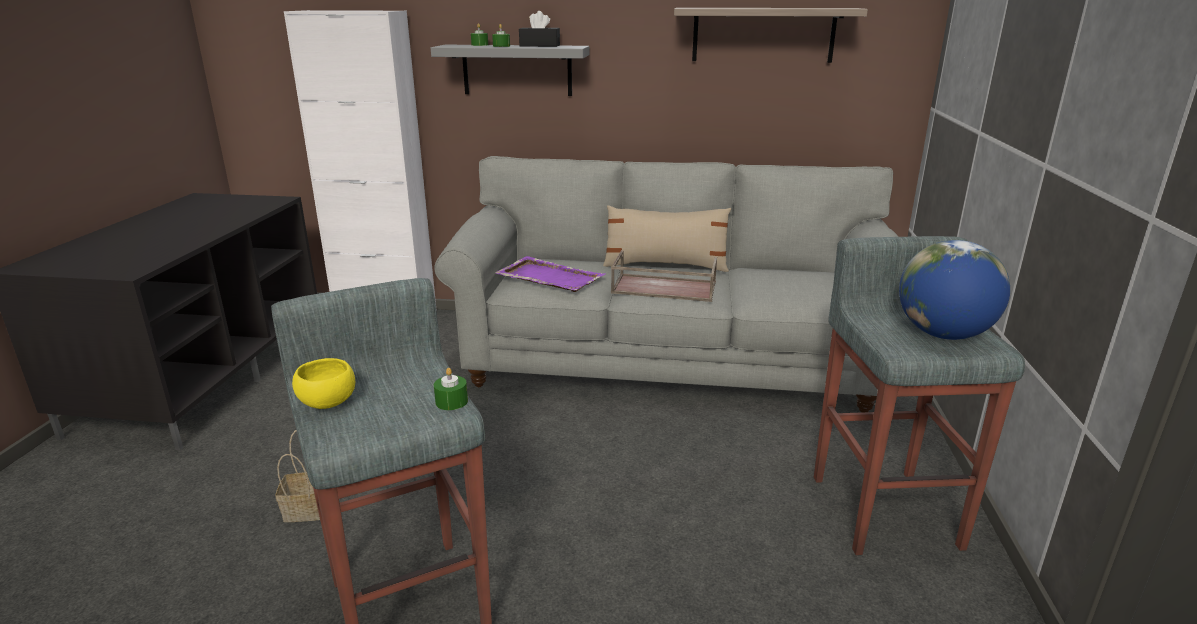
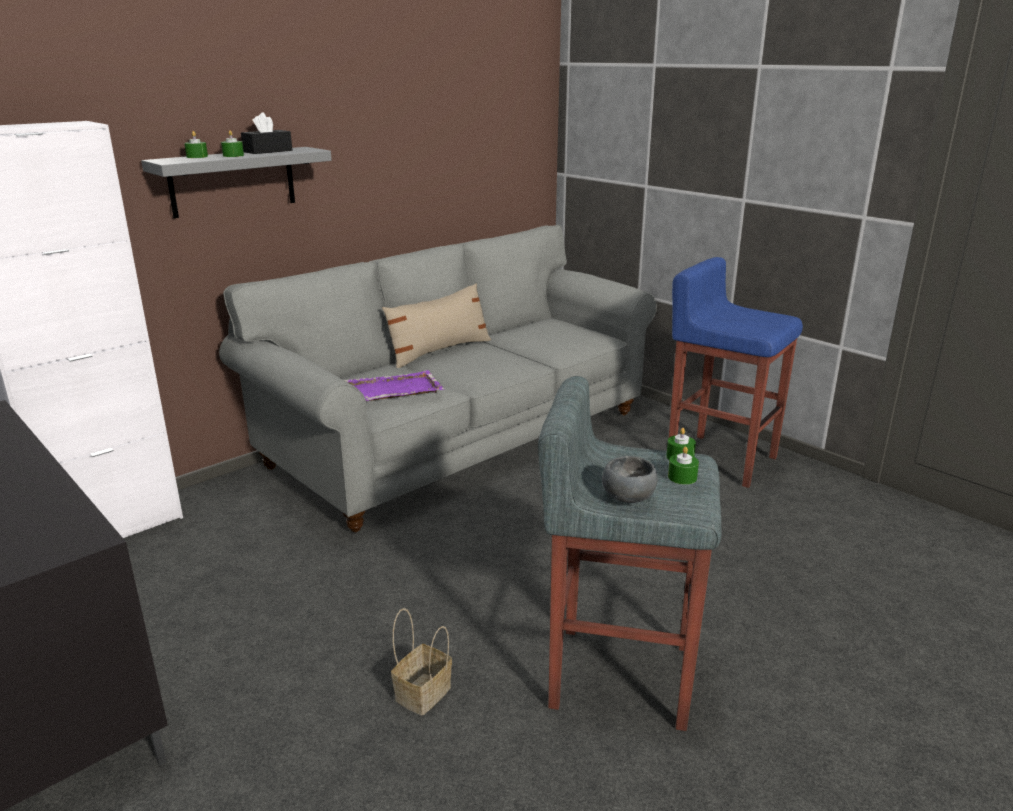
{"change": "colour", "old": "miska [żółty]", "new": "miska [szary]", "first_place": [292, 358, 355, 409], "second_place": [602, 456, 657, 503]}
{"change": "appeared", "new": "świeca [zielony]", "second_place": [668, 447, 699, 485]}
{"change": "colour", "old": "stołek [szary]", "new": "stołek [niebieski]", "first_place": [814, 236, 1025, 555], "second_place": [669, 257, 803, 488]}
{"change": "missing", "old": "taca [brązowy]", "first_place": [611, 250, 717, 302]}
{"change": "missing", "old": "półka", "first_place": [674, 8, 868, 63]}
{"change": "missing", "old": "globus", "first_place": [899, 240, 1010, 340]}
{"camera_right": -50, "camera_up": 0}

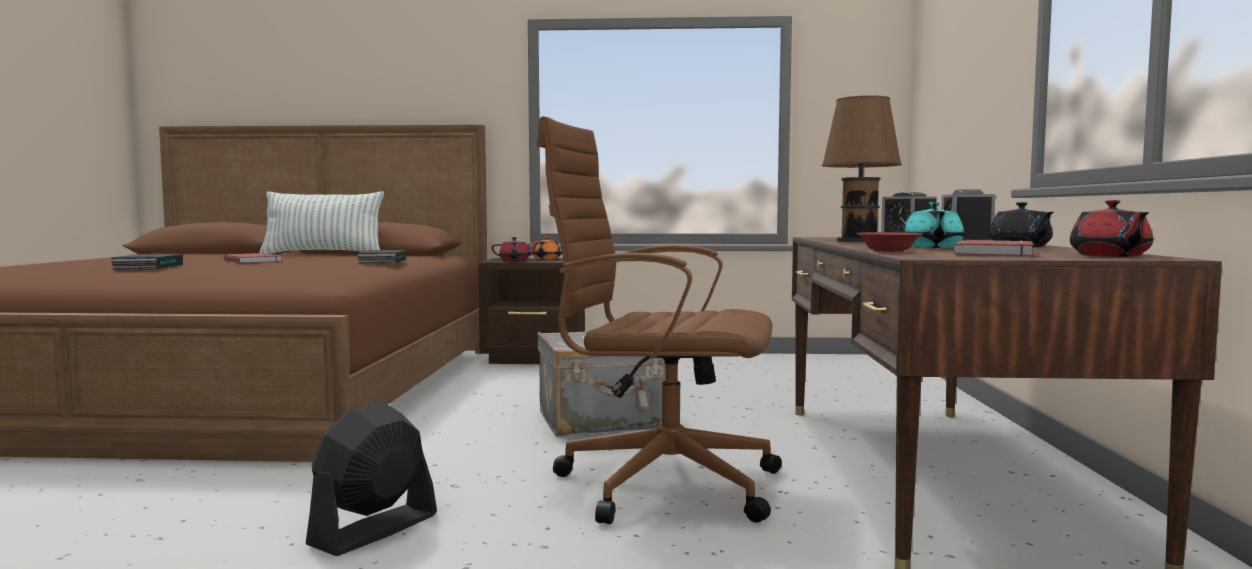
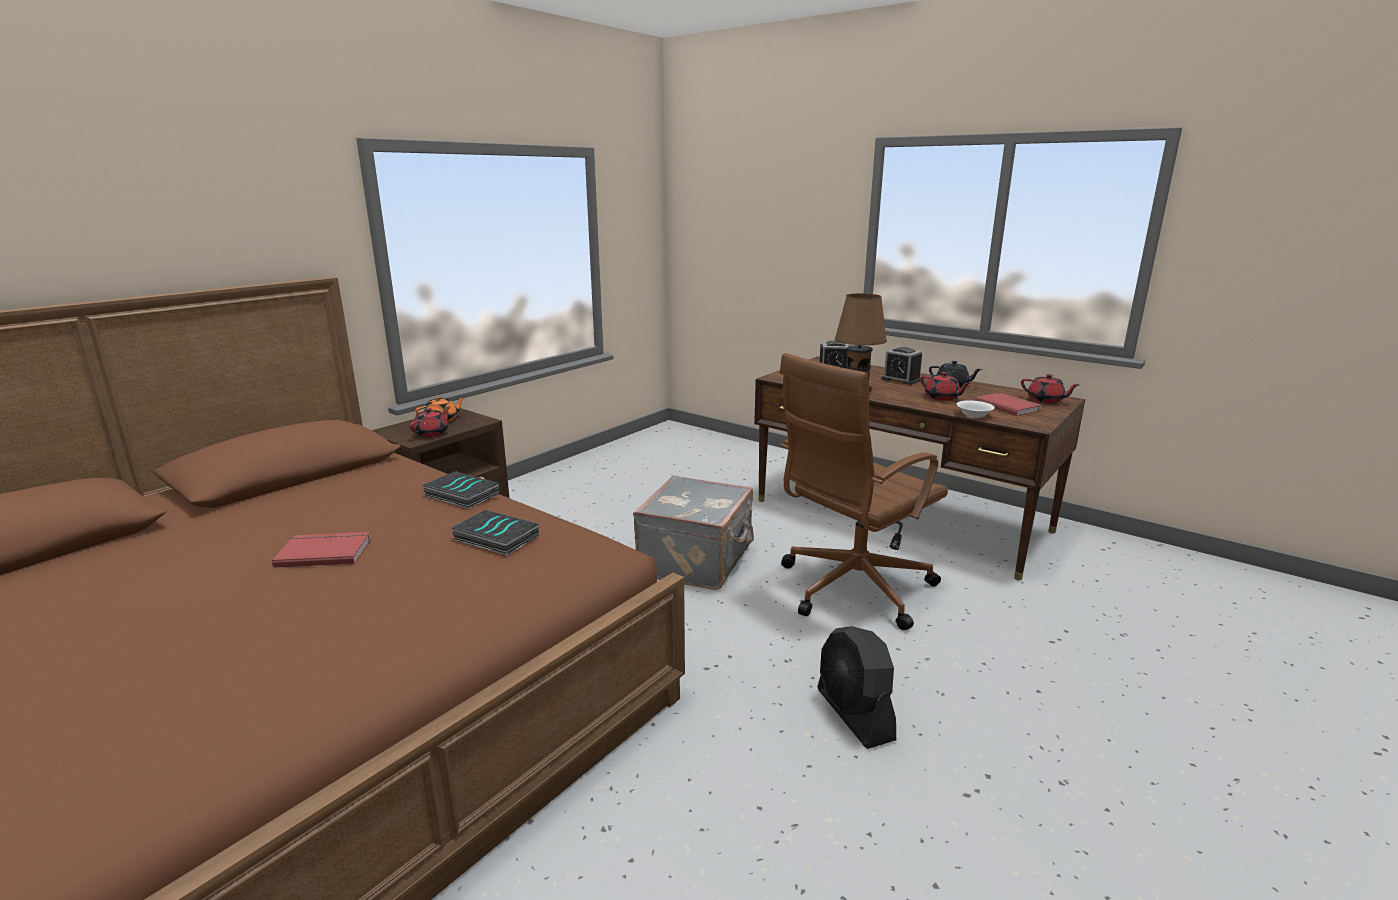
{"change": "relocated", "old": "książka", "first_place": [111, 254, 183, 270], "second_place": [451, 510, 539, 555]}
{"change": "colour", "old": "imbryk [turkusowy]", "new": "imbryk [czerwony]", "first_place": [903, 202, 964, 248], "second_place": [920, 372, 971, 401]}
{"change": "colour", "old": "miska [czerwony]", "new": "miska [biały]", "first_place": [857, 232, 923, 252], "second_place": [957, 400, 995, 418]}
{"change": "missing", "old": "poduszka", "first_place": [260, 191, 384, 254]}
{"camera_right": -55, "camera_up": 15}

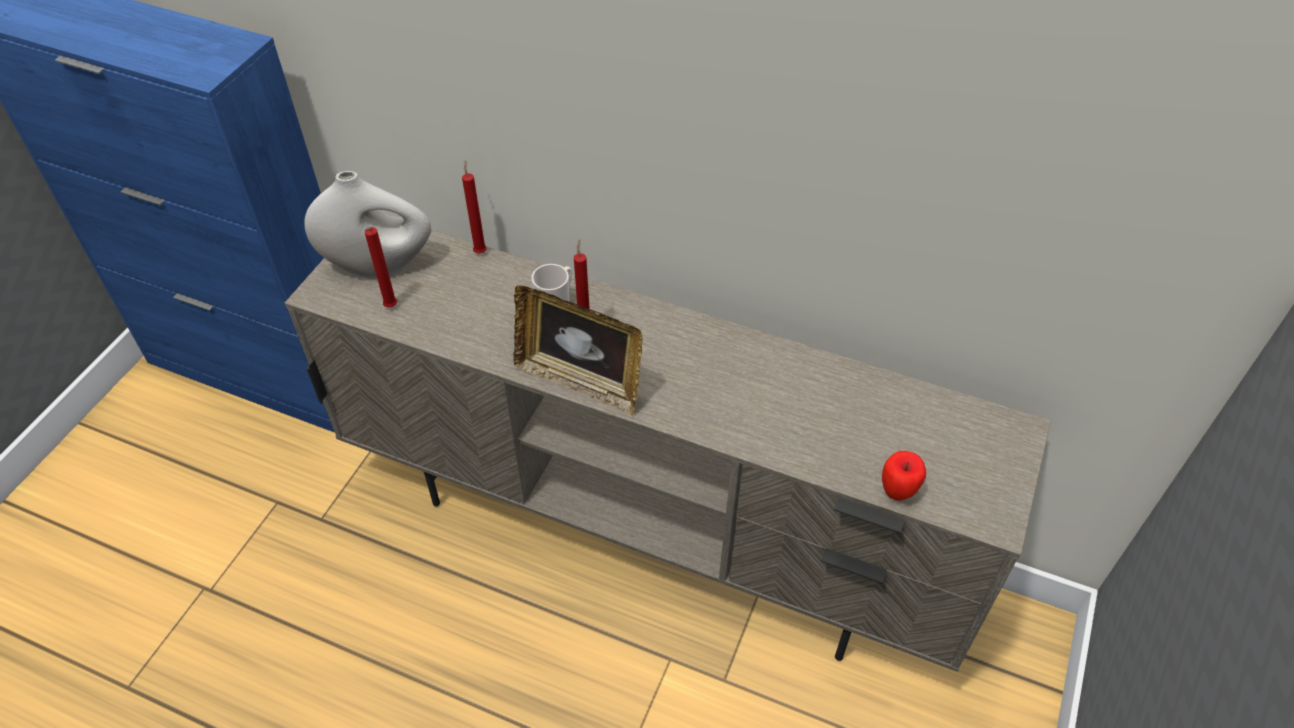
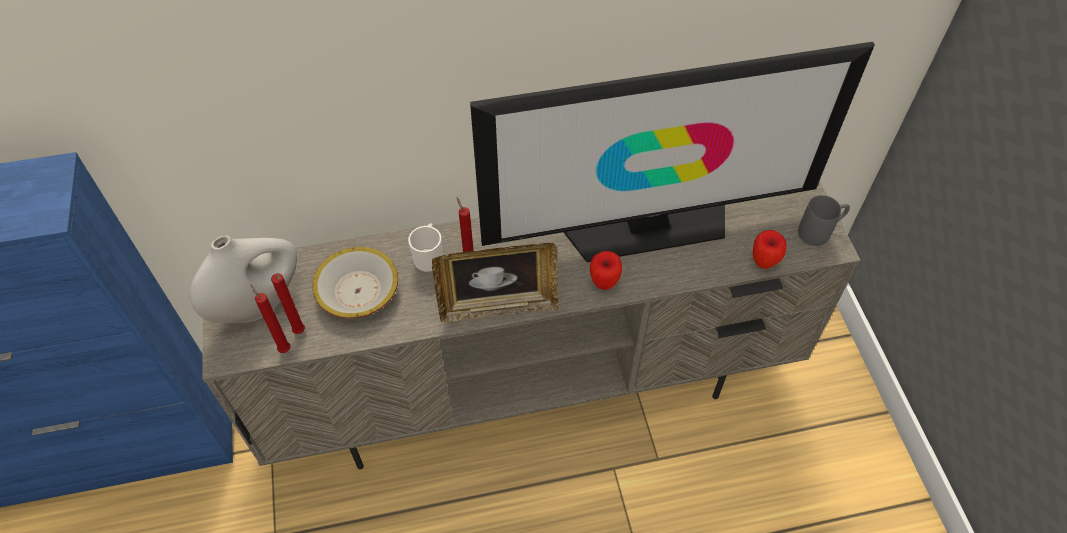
{"change": "relocated", "old": "świeca [czerwony]", "first_place": [462, 160, 487, 253], "second_place": [250, 284, 291, 353]}
{"change": "appeared", "new": "miska", "second_place": [312, 247, 398, 319]}
{"change": "appeared", "new": "telewizor", "second_place": [470, 42, 875, 262]}
{"change": "appeared", "new": "jabłko", "second_place": [590, 251, 622, 290]}
{"change": "appeared", "new": "kubek [szary]", "second_place": [798, 195, 850, 246]}
{"camera_right": -35, "camera_up": 5}

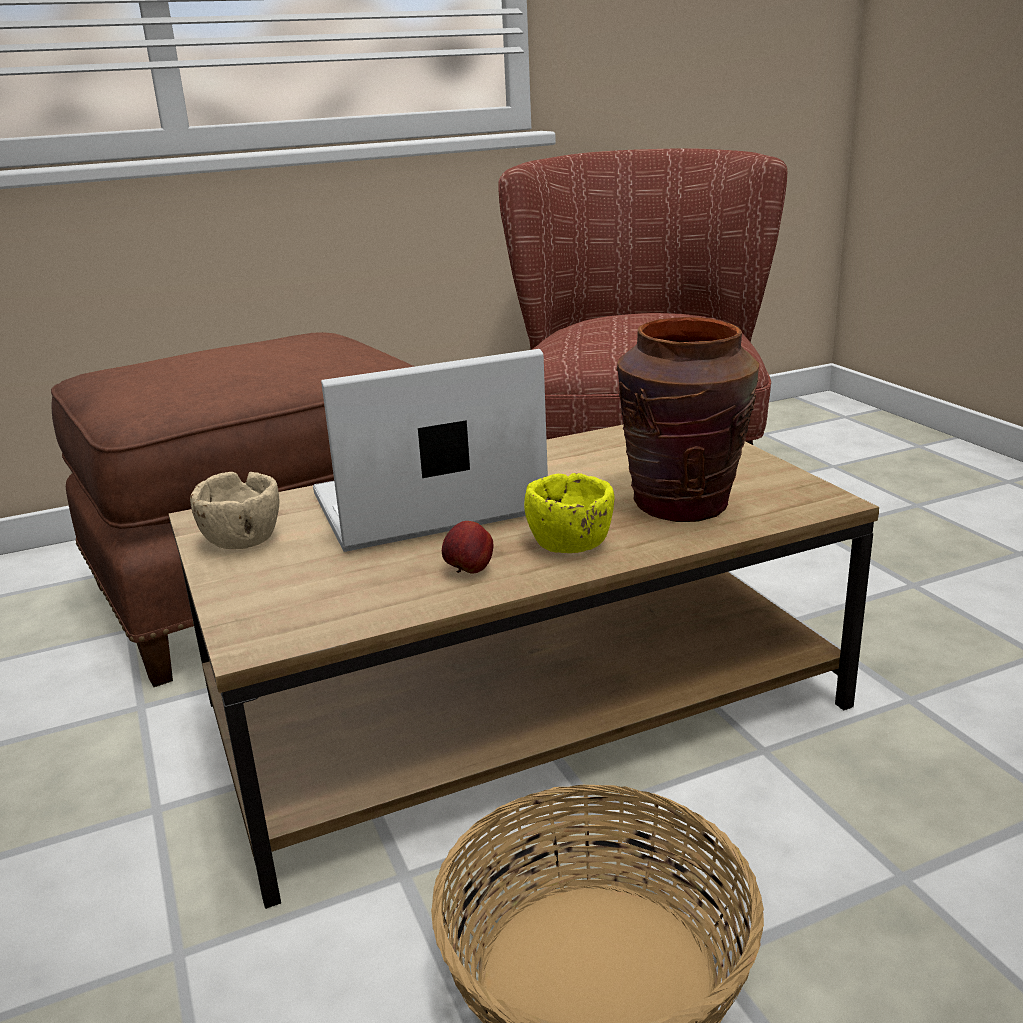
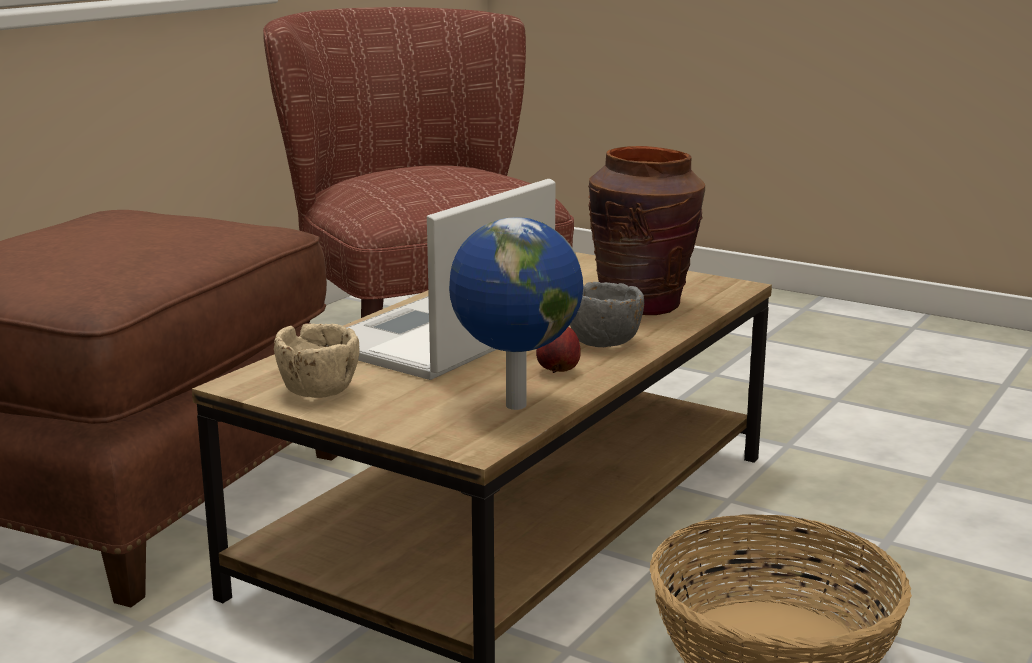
{"change": "appeared", "new": "globus", "second_place": [449, 217, 583, 410]}
{"change": "colour", "old": "miska [żółty]", "new": "miska [szary]", "first_place": [524, 473, 614, 553], "second_place": [570, 282, 644, 347]}
{"camera_right": -35, "camera_up": -5}

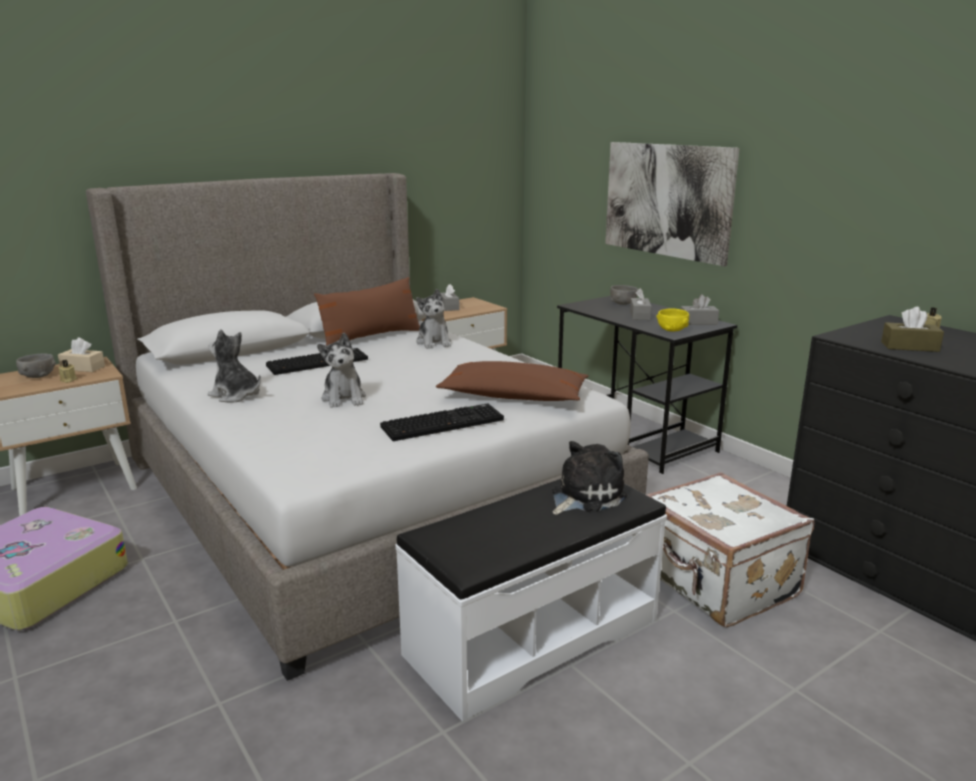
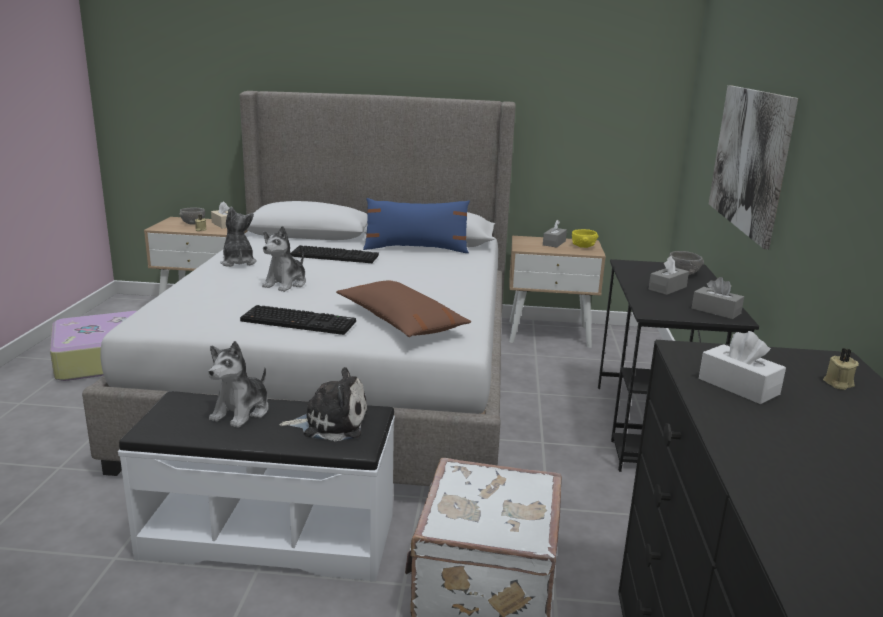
{"change": "relocated", "old": "pluszak", "first_place": [416, 289, 451, 349], "second_place": [208, 341, 269, 428]}
{"change": "colour", "old": "poduszka [brązowy]", "new": "poduszka [niebieski]", "first_place": [314, 277, 420, 345], "second_place": [363, 198, 470, 253]}
{"change": "relocated", "old": "miska [żółty]", "first_place": [657, 309, 689, 332], "second_place": [572, 229, 598, 248]}
{"change": "colour", "old": "pudełko chusteczek [brązowy]", "new": "pudełko chusteczek [biały]", "first_place": [881, 307, 944, 352], "second_place": [699, 331, 786, 404]}
{"camera_right": 40, "camera_up": 0}

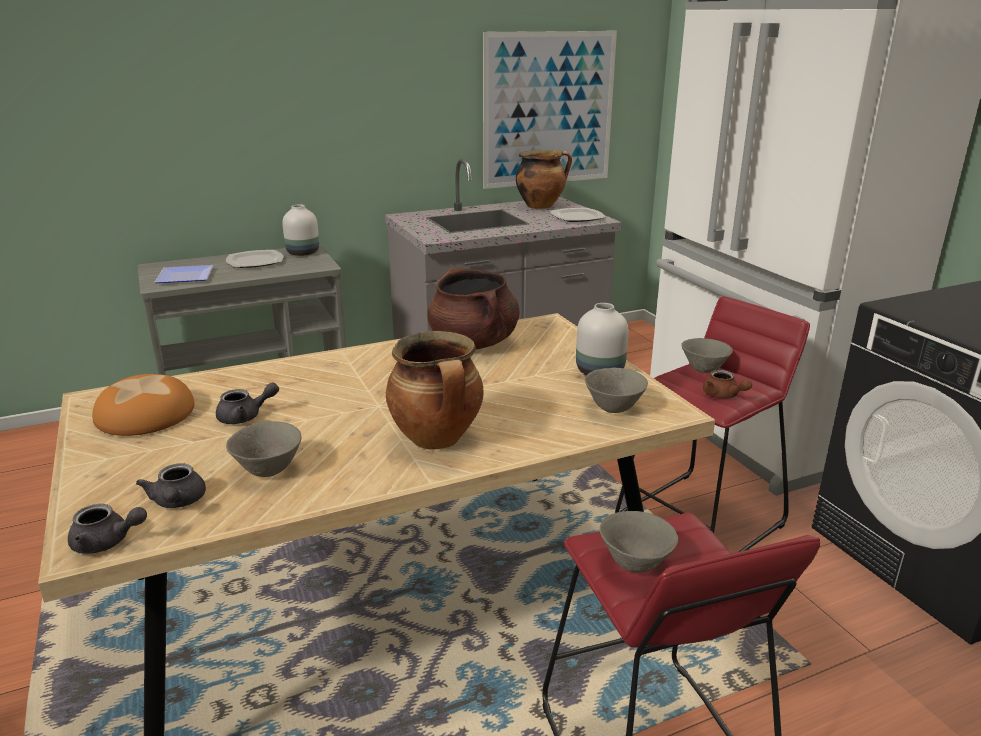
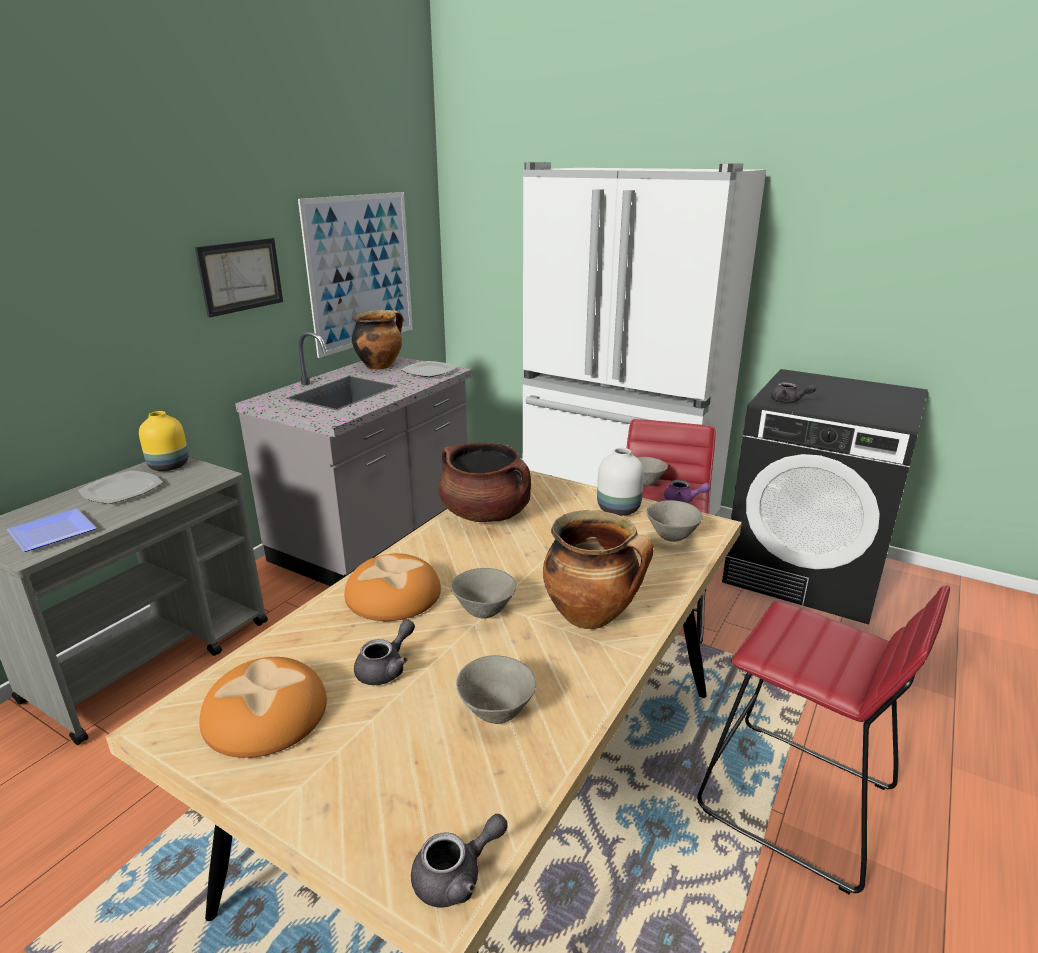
{"change": "colour", "old": "wazon [biały]", "new": "wazon [żółty]", "first_place": [282, 204, 319, 256], "second_place": [139, 411, 188, 471]}
{"change": "appeared", "new": "obraz", "second_place": [195, 238, 283, 317]}
{"change": "appeared", "new": "chleb", "second_place": [344, 553, 441, 621]}
{"change": "relocated", "old": "miska [szary]", "first_place": [600, 511, 678, 573], "second_place": [451, 568, 516, 619]}
{"change": "colour", "old": "imbryk [brązowy]", "new": "imbryk [fioletowy]", "first_place": [703, 370, 752, 399], "second_place": [664, 480, 711, 503]}
{"change": "relocated", "old": "imbryk [szary]", "first_place": [136, 463, 206, 508], "second_place": [771, 382, 816, 403]}
{"camera_right": -35, "camera_up": 0}

